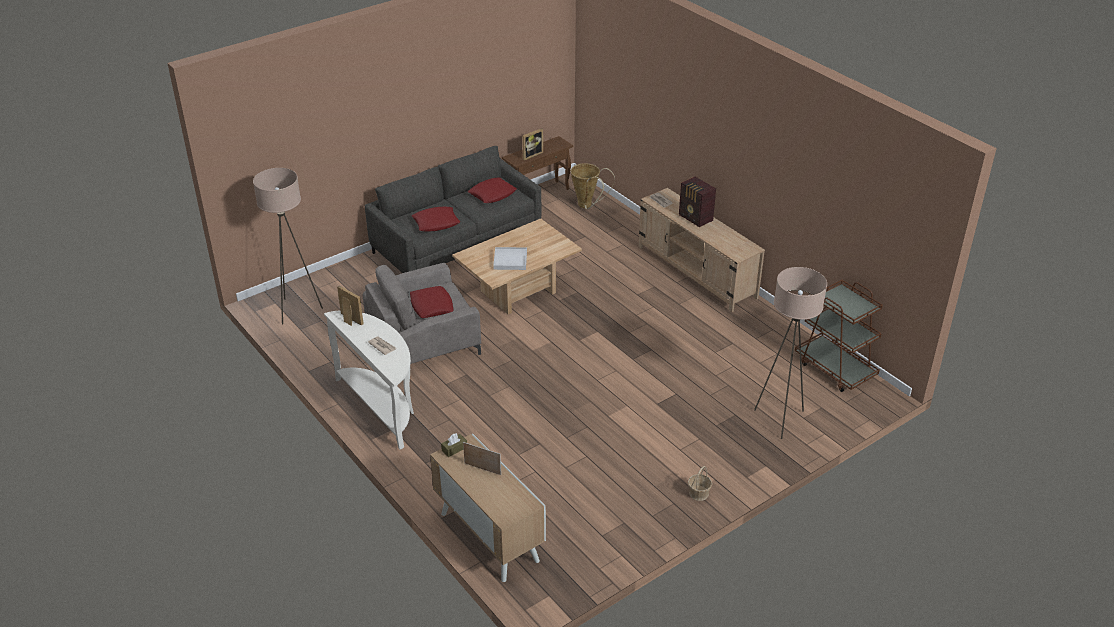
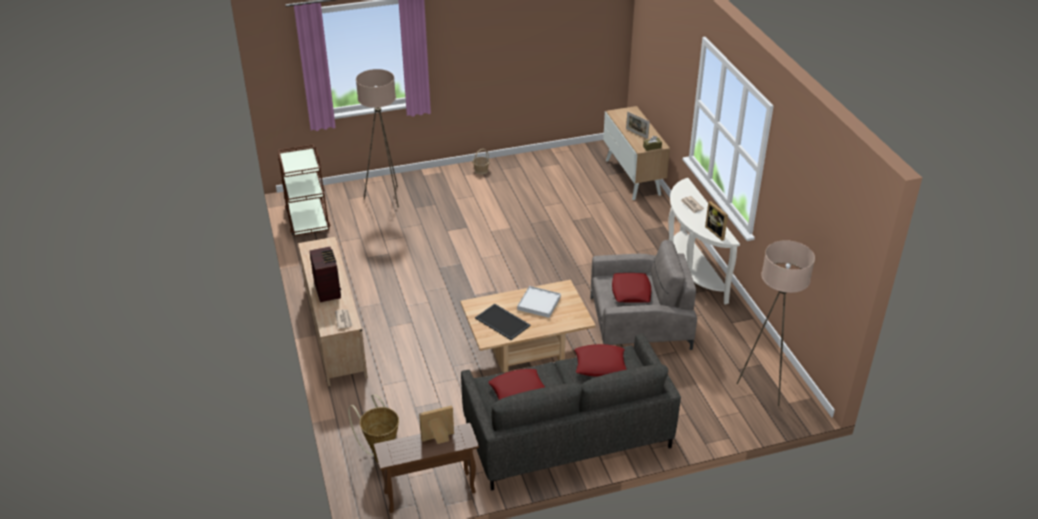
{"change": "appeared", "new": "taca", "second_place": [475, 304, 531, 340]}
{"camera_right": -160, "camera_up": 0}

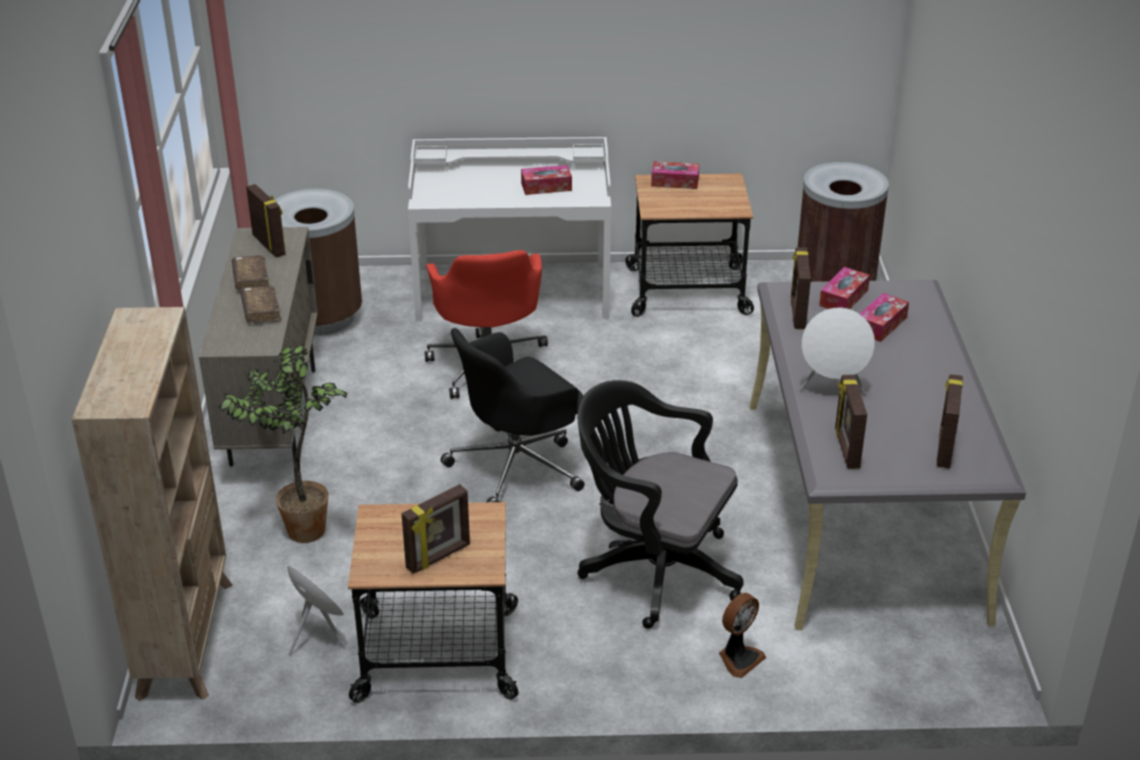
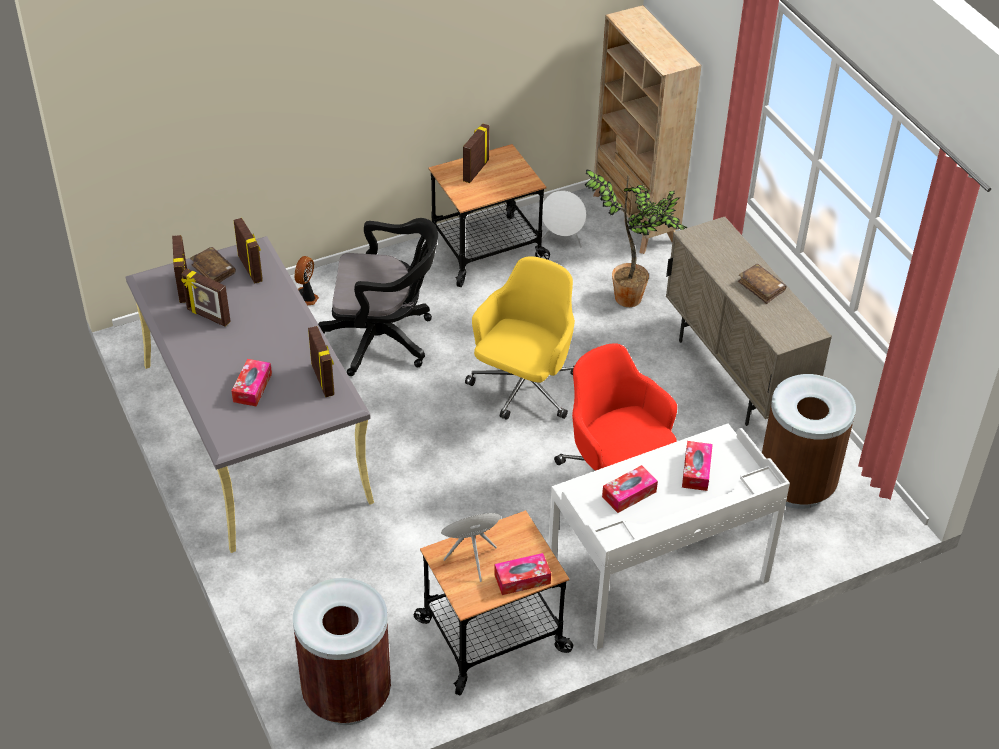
{"change": "relocated", "old": "ramka na zdjęcie", "first_place": [246, 184, 286, 258], "second_place": [181, 269, 231, 327]}
{"change": "relocated", "old": "książka [brązowy]", "first_place": [240, 285, 281, 323], "second_place": [190, 247, 236, 283]}
{"change": "relocated", "old": "głośnik [biały]", "first_place": [800, 307, 875, 395], "second_place": [441, 513, 501, 582]}
{"change": "colour", "old": "krzesło biurowe [czarny]", "new": "krzesło biurowe [żółty]", "first_place": [440, 328, 585, 502], "second_place": [465, 257, 575, 420]}
{"change": "relocated", "old": "pudełko chusteczek", "first_place": [819, 267, 870, 309], "second_place": [682, 441, 713, 491]}
{"camera_right": 155, "camera_up": 10}

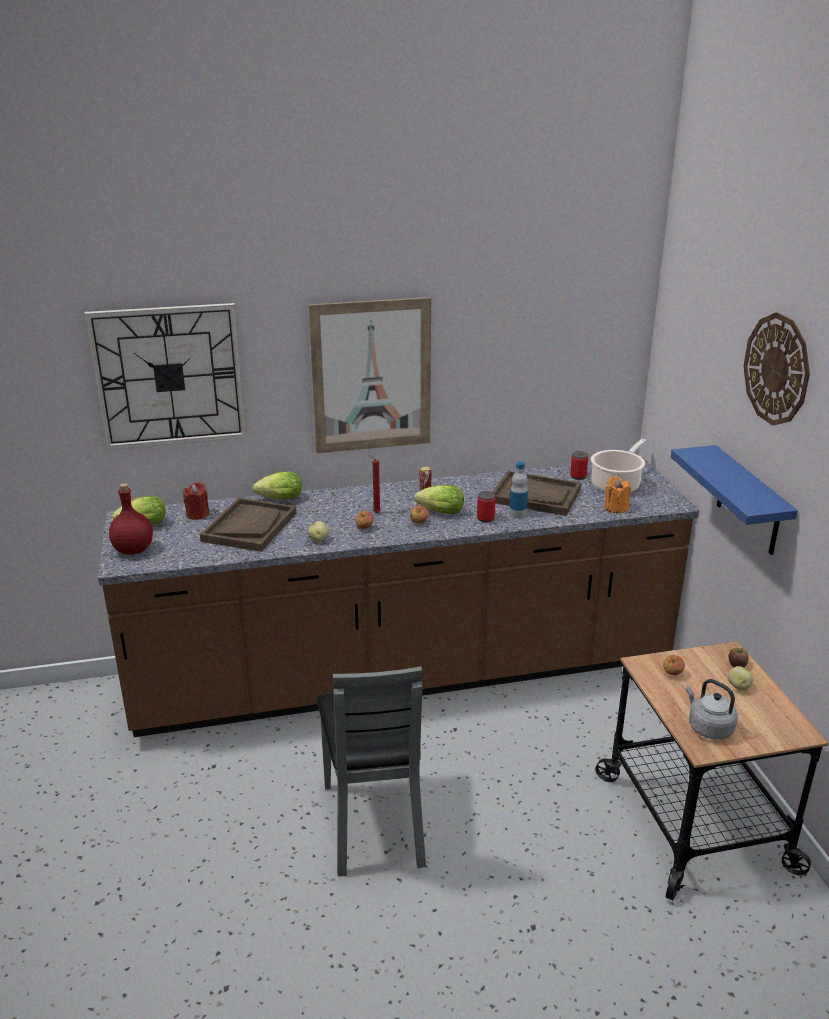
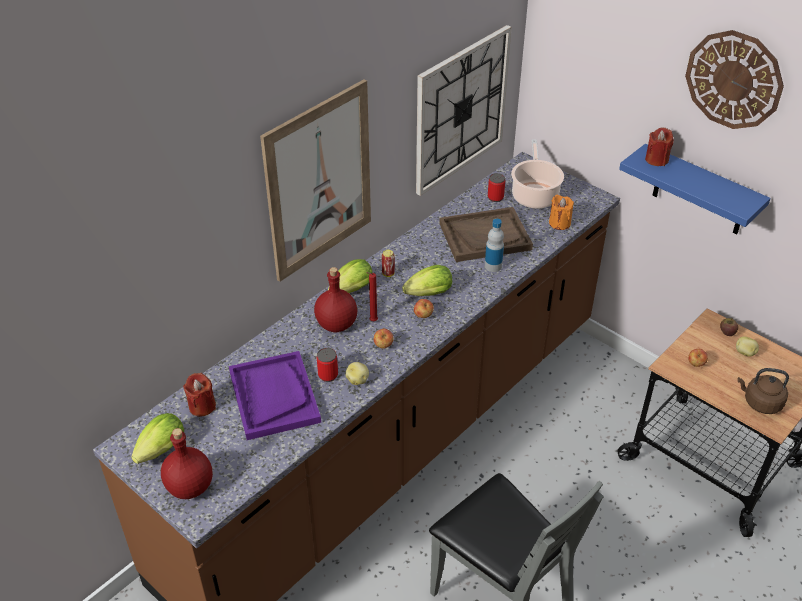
{"change": "colour", "old": "taca [brązowy]", "new": "taca [fioletowy]", "first_place": [200, 498, 296, 552], "second_place": [229, 351, 321, 440]}
{"change": "appeared", "new": "butelka [czerwony]", "second_place": [314, 267, 357, 332]}
{"change": "relocated", "old": "puszka", "first_place": [477, 491, 496, 523], "second_place": [317, 348, 338, 382]}
{"change": "relocated", "old": "sałata", "first_place": [252, 471, 302, 500], "second_place": [328, 259, 373, 293]}
{"change": "relocated", "old": "zegar ścienny", "first_place": [84, 303, 247, 450], "second_place": [416, 25, 512, 196]}
{"change": "appeared", "new": "świeca [czerwony]", "second_place": [645, 128, 674, 166]}
{"change": "colour", "old": "czajnik [szary]", "new": "czajnik [brązowy]", "first_place": [686, 679, 738, 739], "second_place": [738, 368, 789, 414]}
{"camera_right": -35, "camera_up": 15}

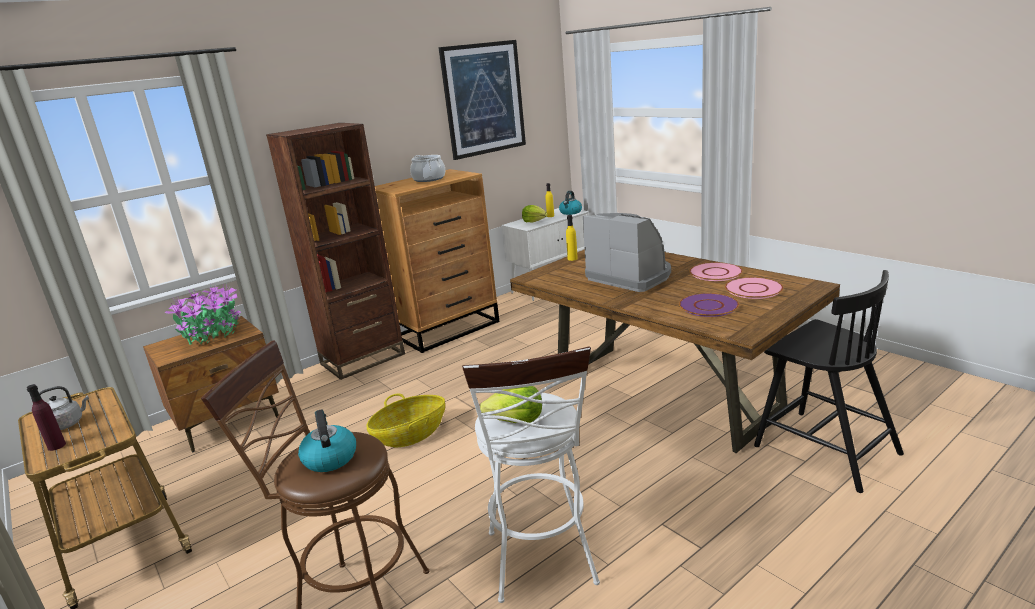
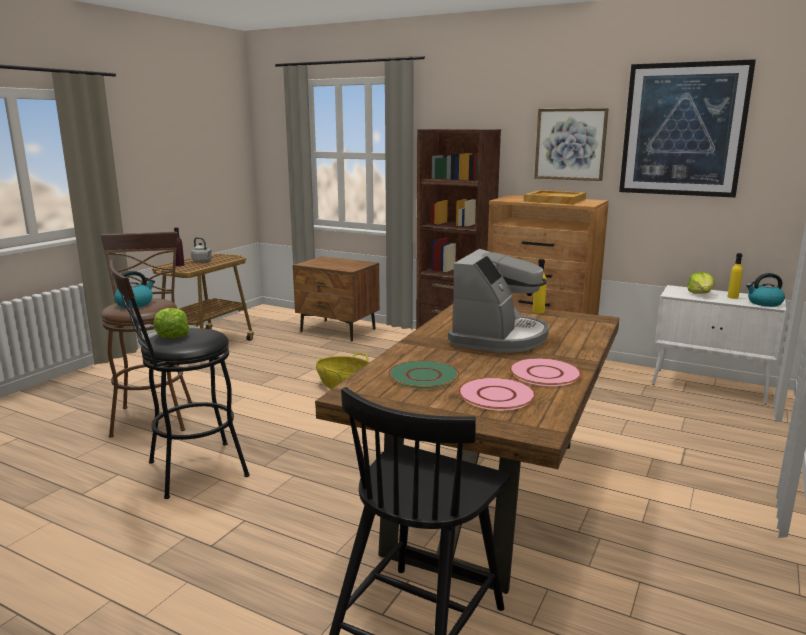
{"change": "colour", "old": "stołek [biały]", "new": "stołek [czarny]", "first_place": [462, 346, 600, 603], "second_place": [109, 260, 250, 499]}
{"change": "colour", "old": "talerz [fioletowy]", "new": "talerz [zielony]", "first_place": [679, 293, 739, 317], "second_place": [388, 360, 460, 389]}
{"change": "exchanged", "old": "garnek", "new": "taca [beżowy]", "first_place": [410, 155, 445, 182], "second_place": [524, 190, 586, 204]}
{"change": "appeared", "new": "obraz", "second_place": [534, 108, 609, 181]}
{"change": "missing", "old": "roślina doniczkowa", "first_place": [164, 283, 241, 345]}
{"camera_right": 65, "camera_up": -5}

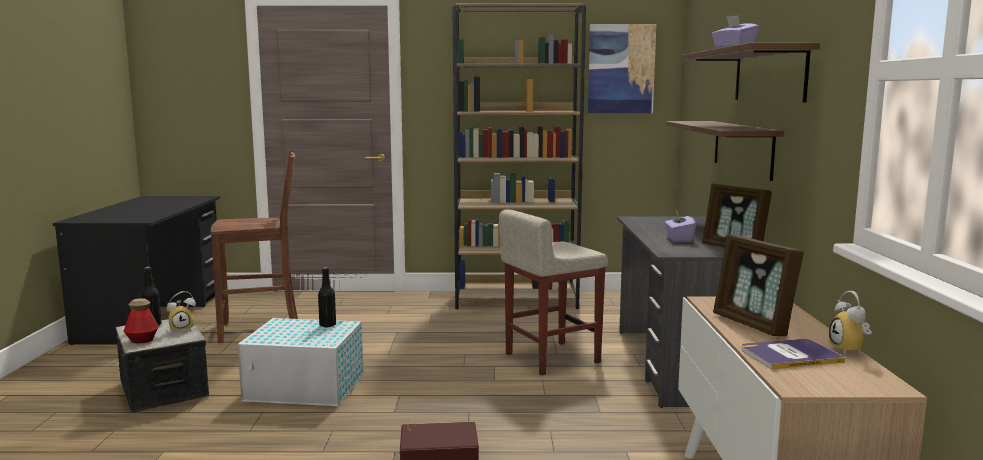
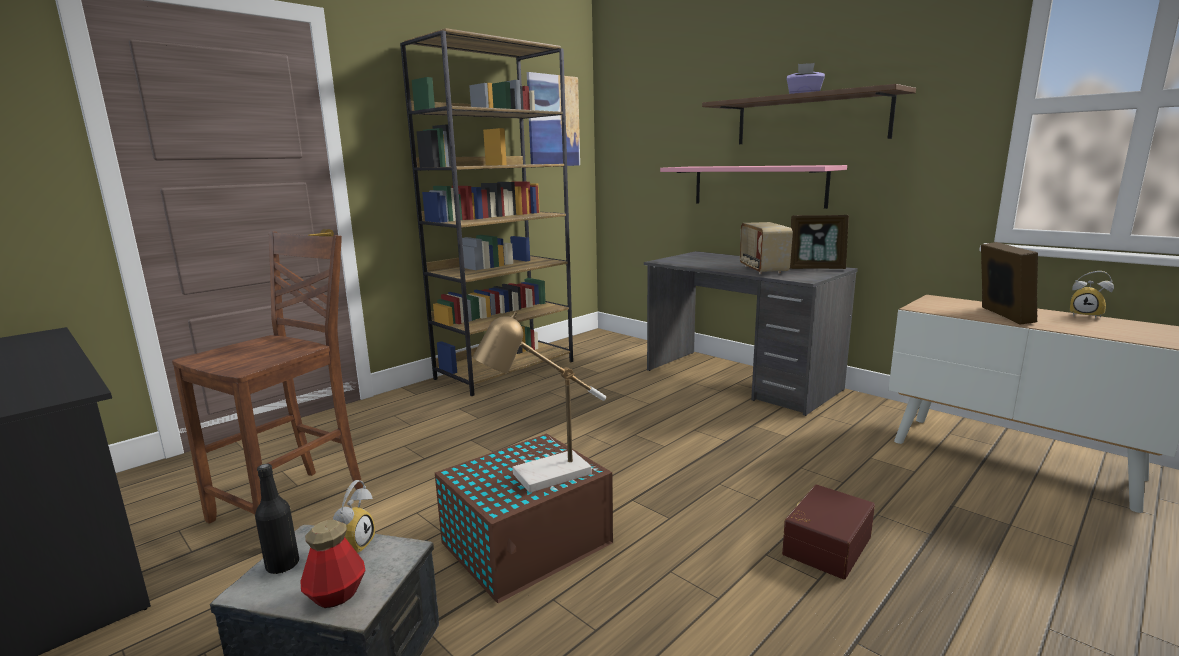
{"change": "colour", "old": "pojemnik do przechowywania [biały]", "new": "pojemnik do przechowywania [brązowy]", "first_place": [237, 318, 364, 406], "second_place": [435, 433, 613, 603]}
{"change": "appeared", "new": "lampa stołowa", "second_place": [473, 311, 606, 493]}
{"change": "colour", "old": "półka [brązowy]", "new": "półka [różowy]", "first_place": [665, 121, 784, 181], "second_place": [660, 165, 847, 209]}
{"change": "exchanged", "old": "pudełko chusteczek [fioletowy]", "new": "radio", "first_place": [665, 211, 696, 242], "second_place": [740, 222, 793, 274]}
{"change": "spun", "old": "ramka na zdjęcie", "first_place": [713, 234, 804, 336], "second_place": [981, 242, 1038, 324], "degrees": -105}
{"change": "missing", "old": "butelka [czarny]", "first_place": [318, 267, 336, 327]}
{"change": "missing", "old": "stołek [beżowy]", "first_place": [499, 209, 608, 376]}
{"change": "missing", "old": "książka", "first_place": [741, 339, 846, 369]}
{"camera_right": -45, "camera_up": 5}

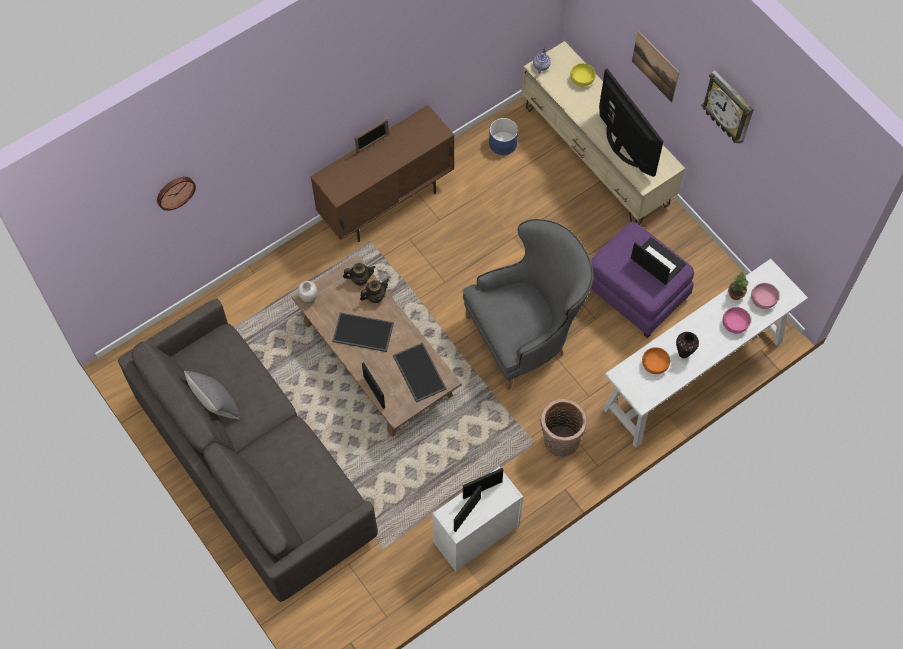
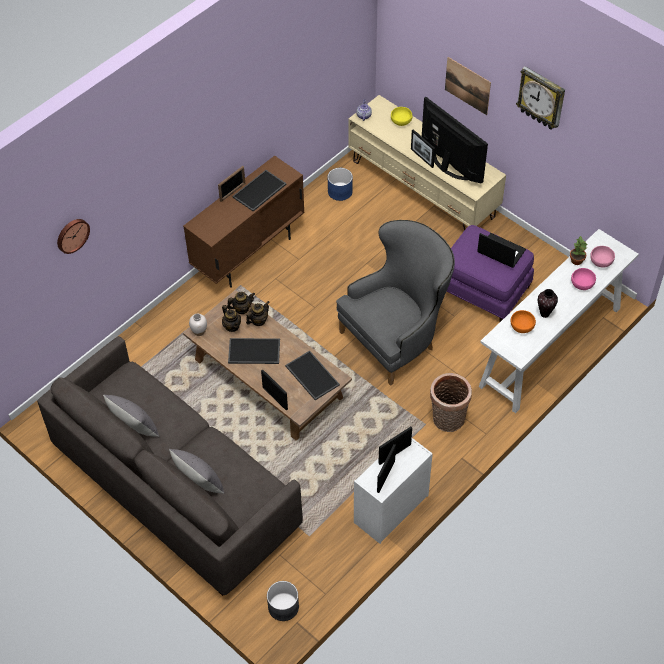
{"change": "appeared", "new": "poduszka [szary]", "second_place": [169, 449, 225, 494]}
{"change": "appeared", "new": "imbryk", "second_place": [222, 305, 241, 332]}
{"change": "appeared", "new": "taca", "second_place": [232, 170, 287, 212]}
{"change": "appeared", "new": "donica [szary]", "second_place": [267, 581, 299, 621]}
{"change": "appeared", "new": "ramka na zdjęcie", "second_place": [411, 129, 435, 168]}
{"camera_right": -10, "camera_up": -10}

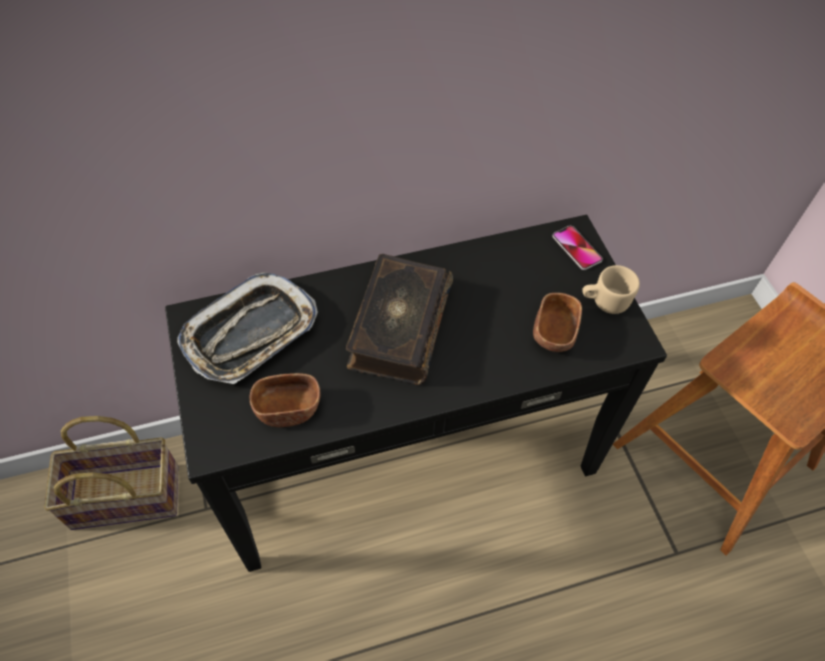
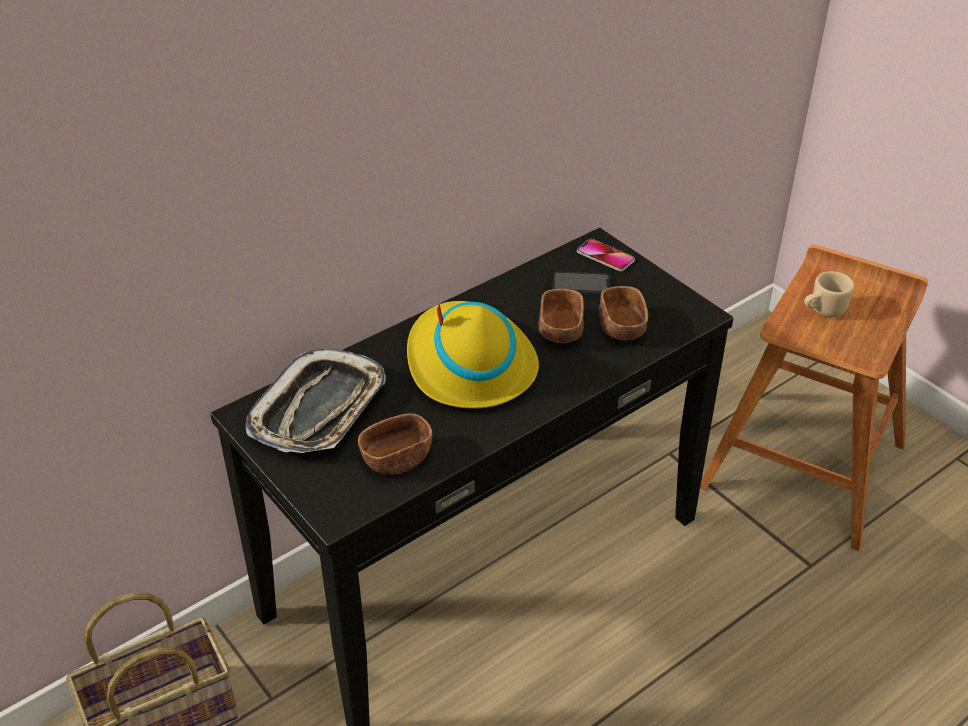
{"change": "exchanged", "old": "książka", "new": "kapelusz [żółty]", "first_place": [346, 254, 453, 385], "second_place": [407, 301, 539, 409]}
{"change": "appeared", "new": "miska [brązowy]", "second_place": [538, 289, 584, 343]}
{"change": "appeared", "new": "telefon", "second_place": [553, 272, 610, 294]}
{"change": "relocated", "old": "kubek [beżowy]", "first_place": [582, 265, 640, 314], "second_place": [804, 271, 854, 317]}
{"camera_right": -20, "camera_up": -15}

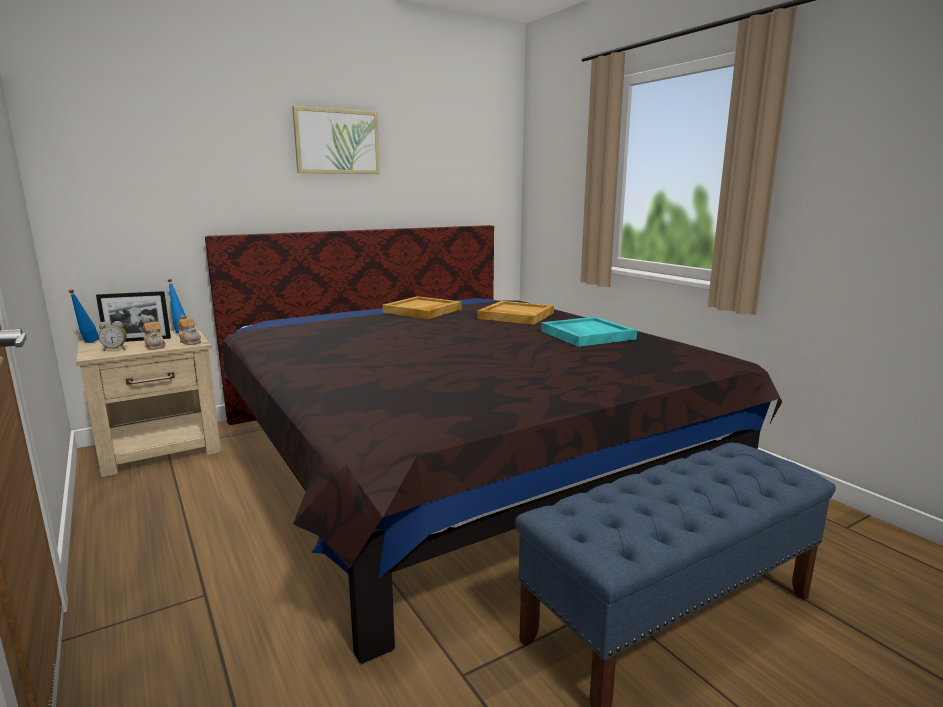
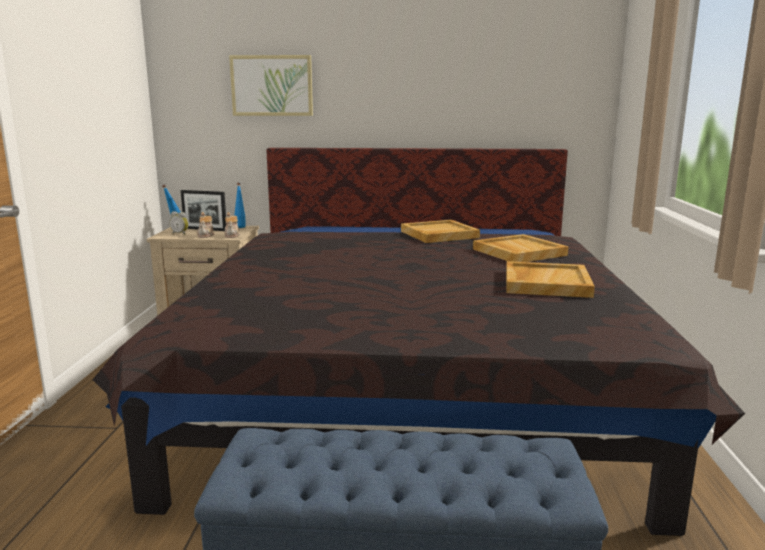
{"change": "relocated", "old": "obraz", "first_place": [292, 106, 380, 174], "second_place": [229, 55, 313, 116]}
{"change": "colour", "old": "taca [turkusowy]", "new": "taca [beżowy]", "first_place": [541, 317, 637, 347], "second_place": [506, 261, 595, 298]}
{"camera_right": 35, "camera_up": 0}

